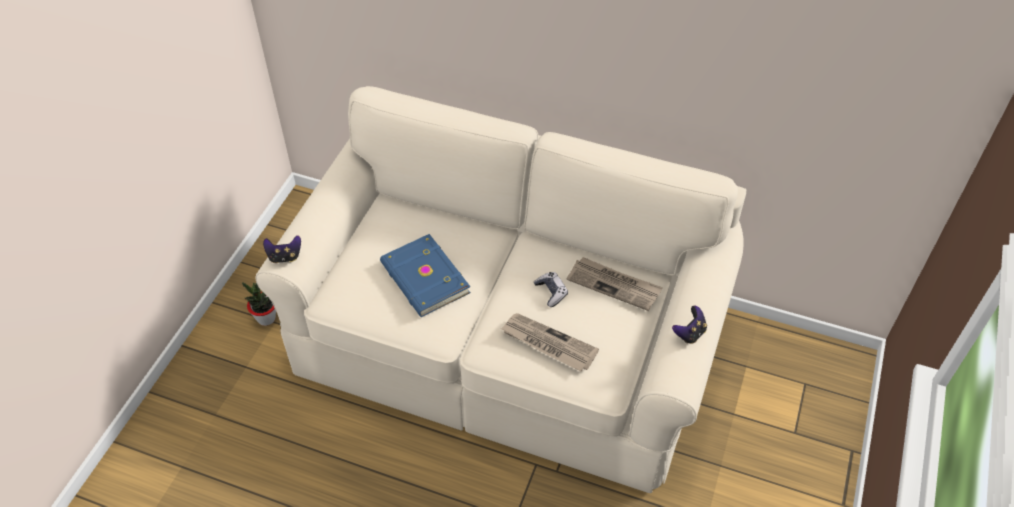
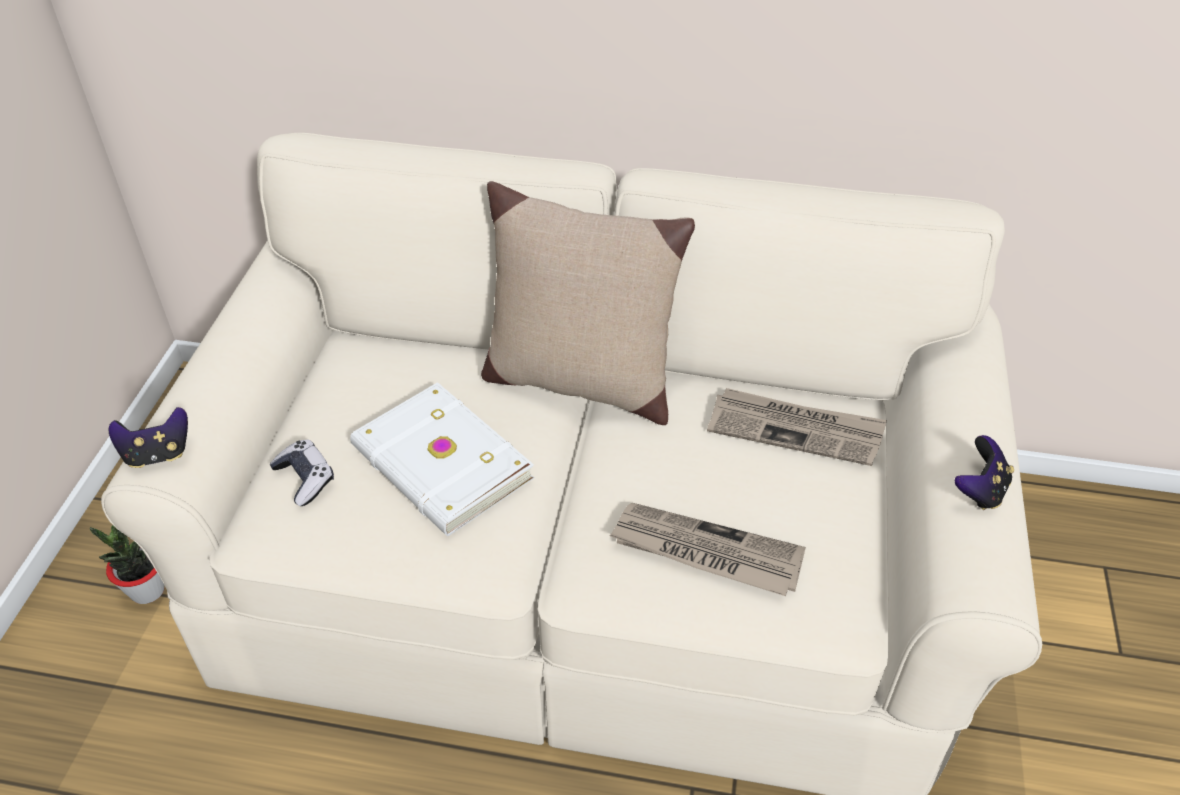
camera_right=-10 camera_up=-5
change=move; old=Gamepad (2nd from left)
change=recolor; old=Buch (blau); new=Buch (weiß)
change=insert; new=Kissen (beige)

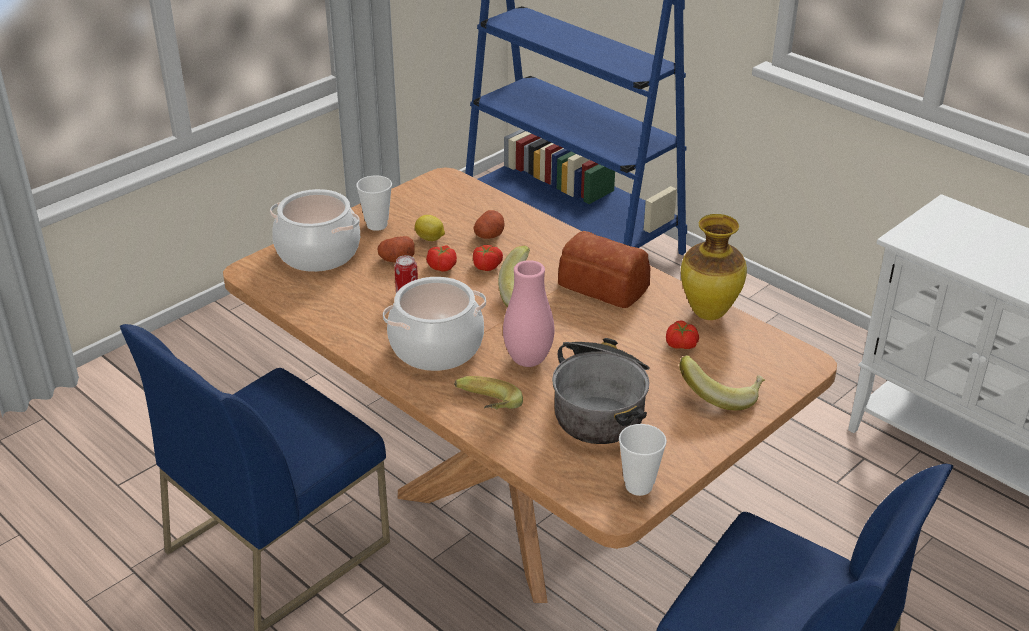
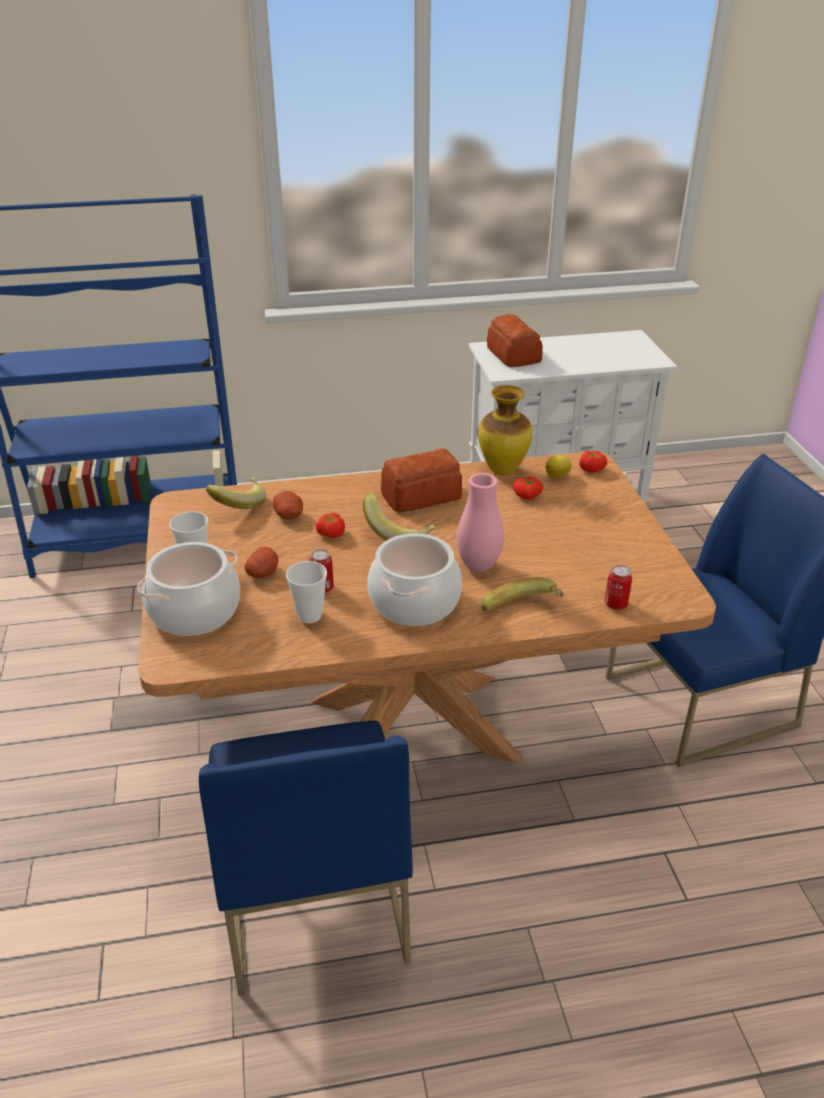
camera_right=-55 camera_up=0
change=move; old=Banane (3rd from left in the first image); new=Banane (1st from left)
change=move; old=Tasse (2nd from left)
change=insert; new=Brot (2nd from left)
change=move; old=Zitrone
change=move; old=Tomate (1st from left in the first image); new=Tomate (3rd from left)
change=insert; new=Dose (2nd from left)
change=delete; old=Kochtopf (3rd from left)

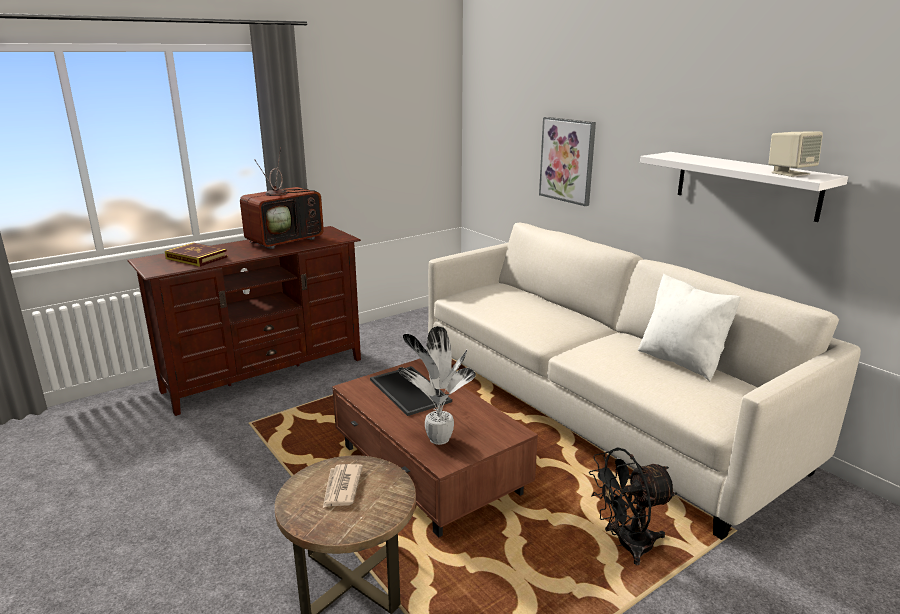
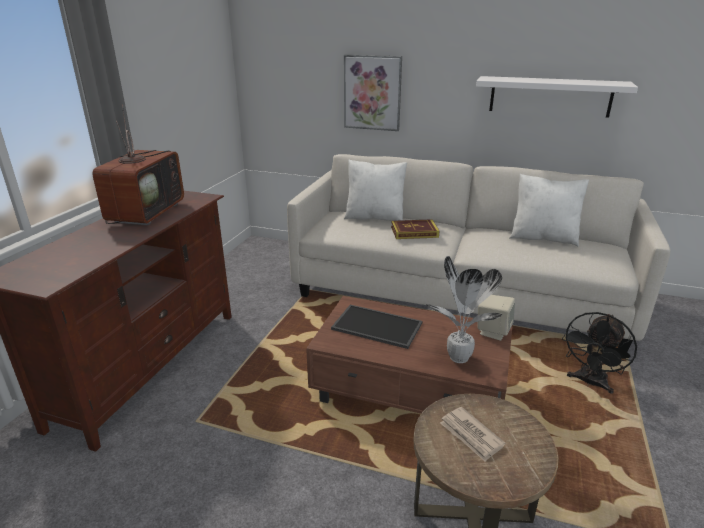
camera_right=-35 camera_up=5
change=insert; new=Kissen (weiß) (1st from left)
change=move; old=Buch
change=move; old=Lautsprecher (beige)

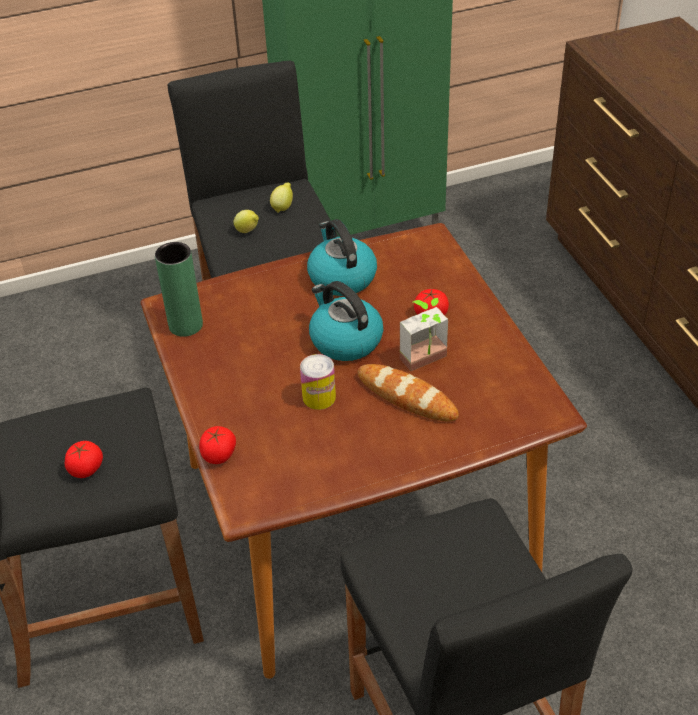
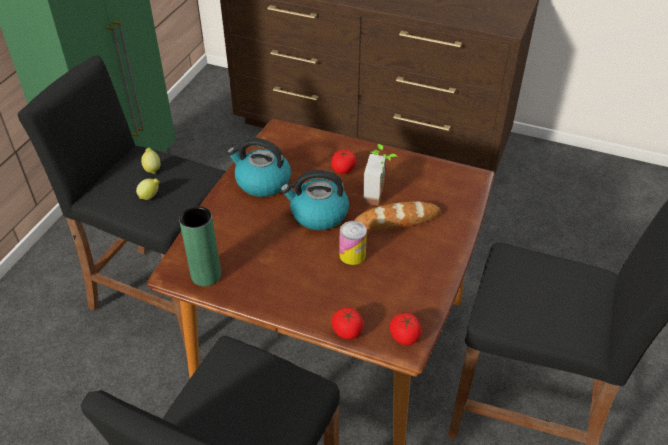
camera_right=-50 camera_up=0
change=move; old=Tomate (1st from left in the first image); new=Tomate (3rd from left)

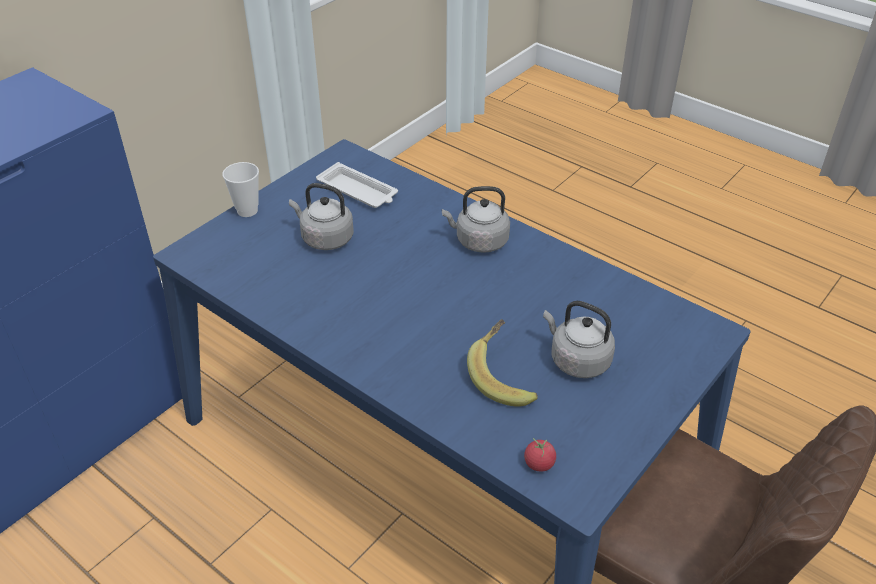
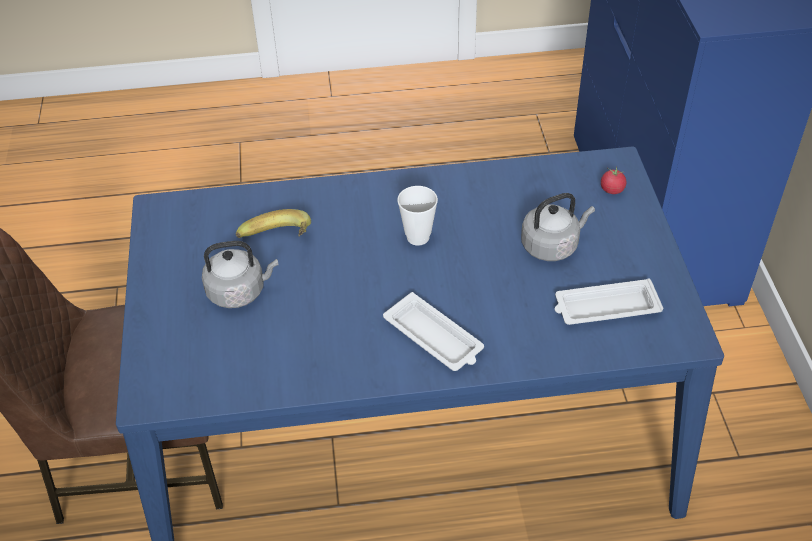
camera_right=135 camera_up=5
change=replace; old=Wasserkessel (grau) (2nd from left); new=Tablett (weiß) (1st from left)
change=move; old=Tasse
change=move; old=Tomate

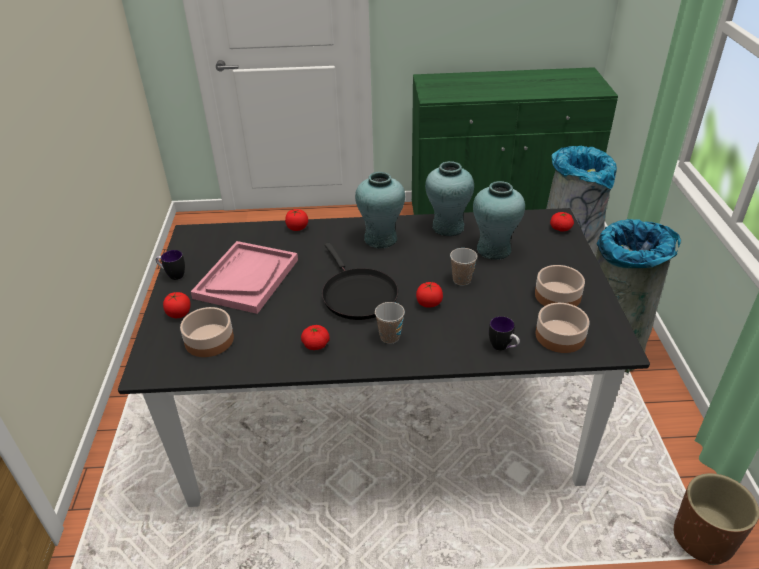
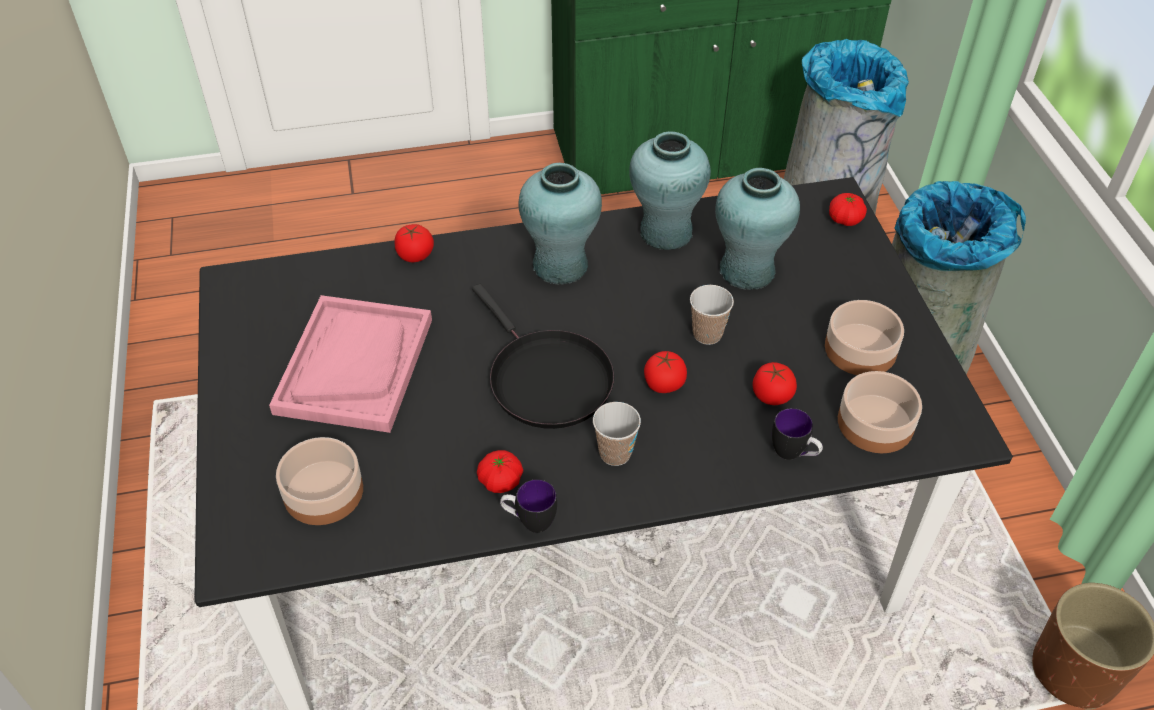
camera_right=-10 camera_up=10
change=move; old=Henkelbecher (1st from left)
change=move; old=Tomate (1st from left in the first image); new=Tomate (4th from left)

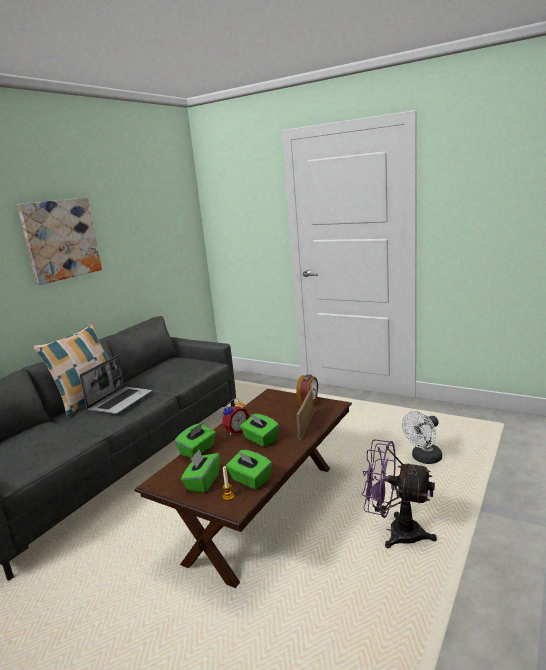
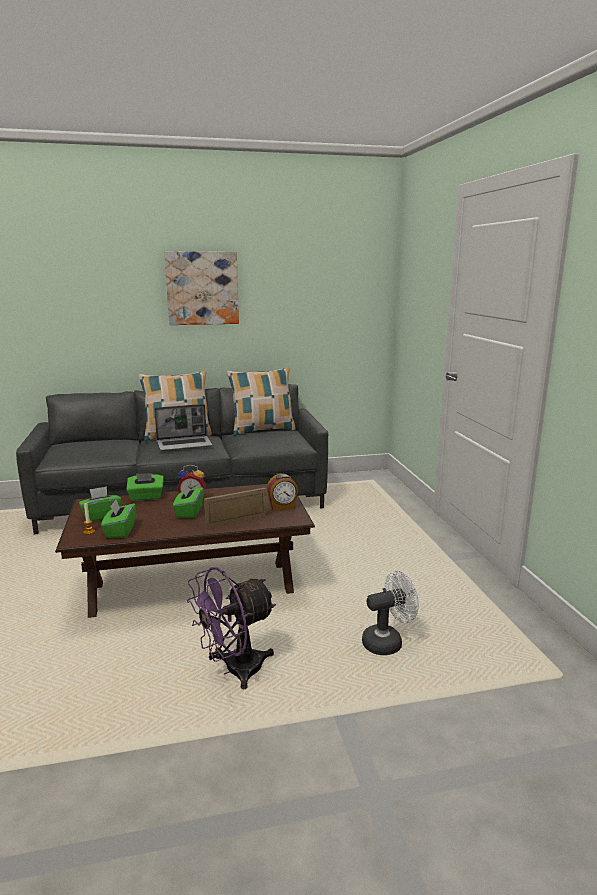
camera_right=45 camera_up=0
change=rotate; old=Ventilator (lila); degrees=-105
change=insert; new=Kissen (2nd from left)
change=rotate; old=Ventilator (weiß); degrees=150

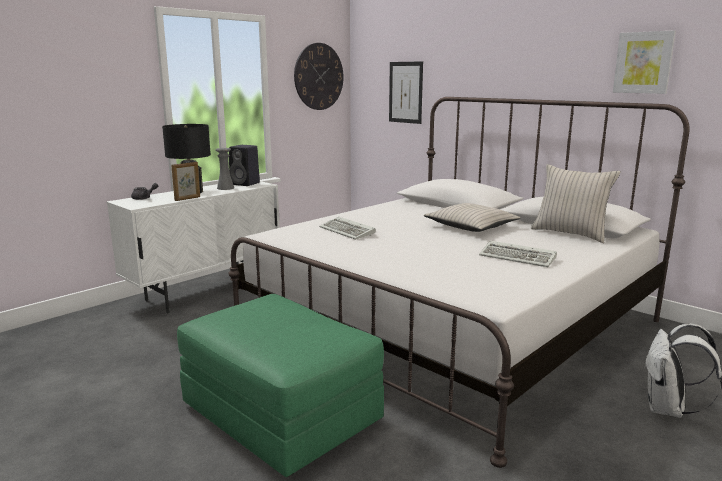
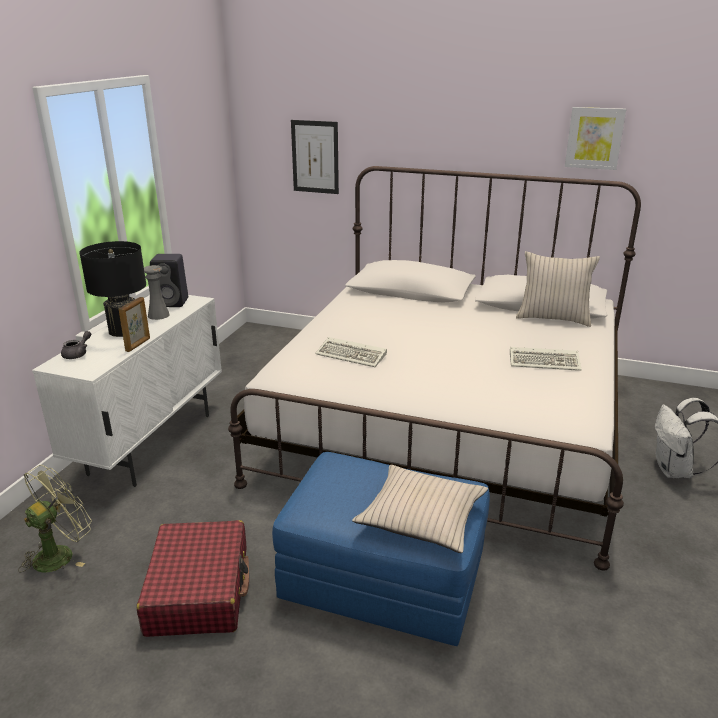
camera_right=-25 camera_up=10
change=insert; new=Ventilator (grün)
change=insert; new=Koffer (rot)
change=recolor; old=Polsterhocker (grün); new=Polsterhocker (blau)
change=move; old=Kissen (beige) (1st from left)
change=delete; old=Wanduhr

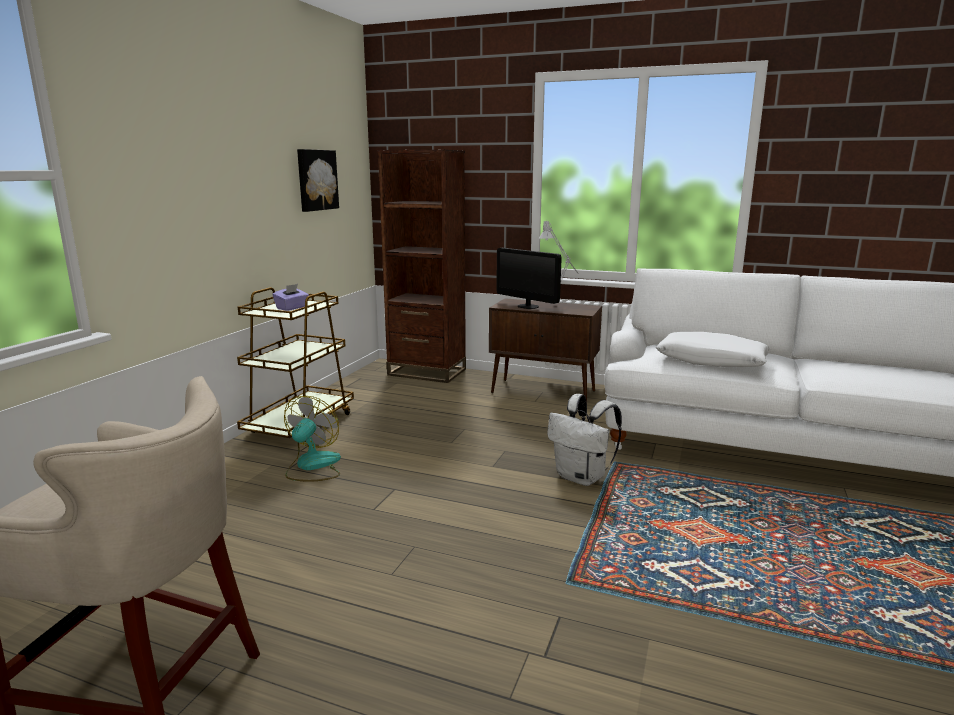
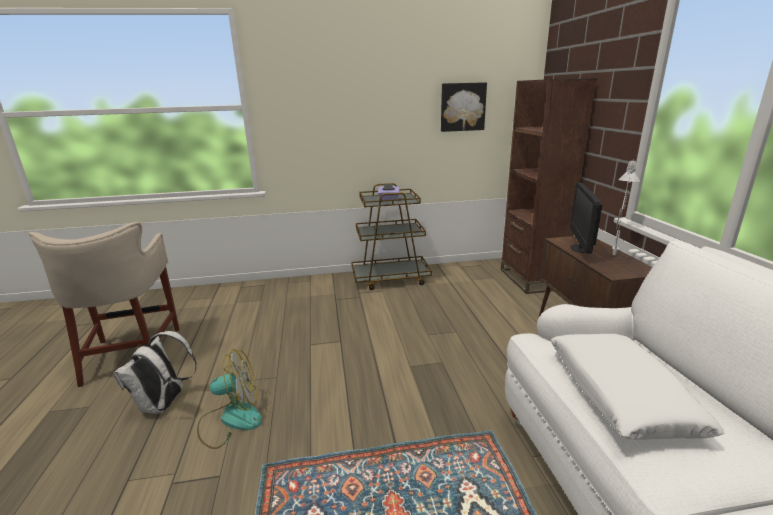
camera_right=60 camera_up=5
change=move; old=Rucksack (weiß)
change=move; old=Ventilator

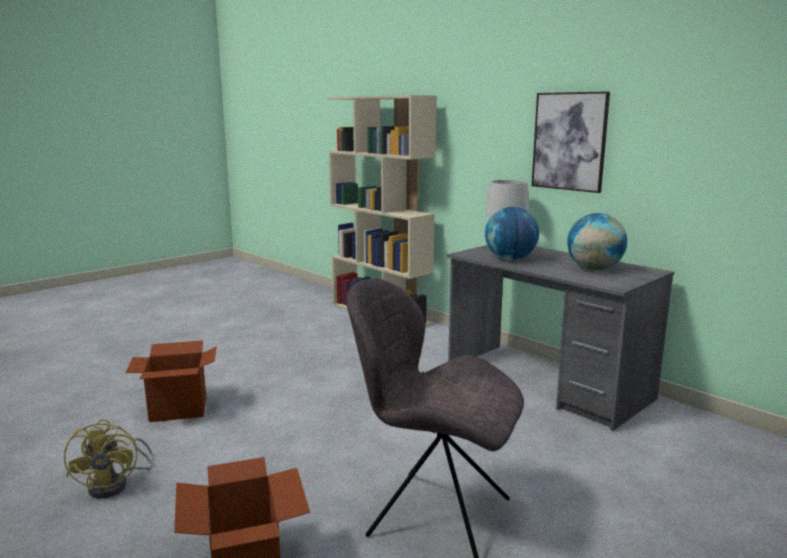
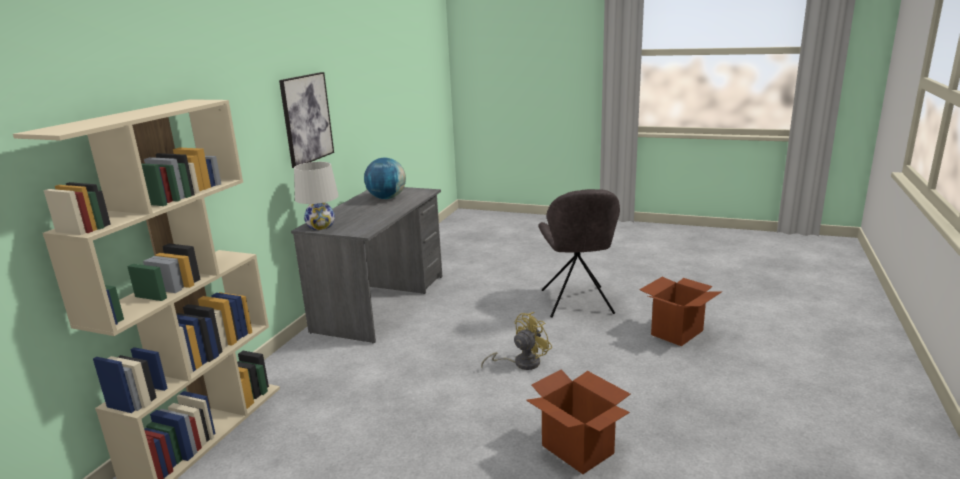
camera_right=-115 camera_up=5
change=move; old=Ventilator (gelb)
change=delete; old=Globus (1st from left)

